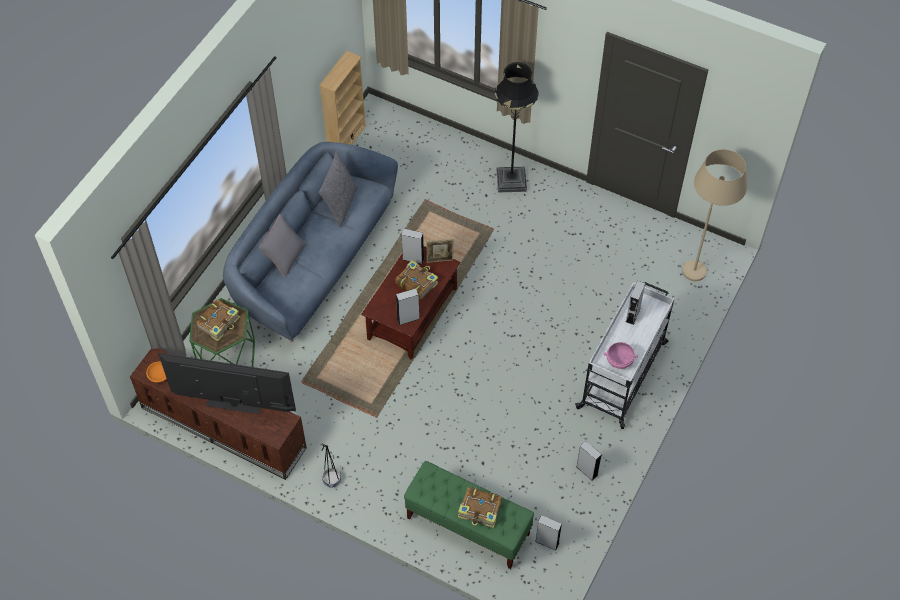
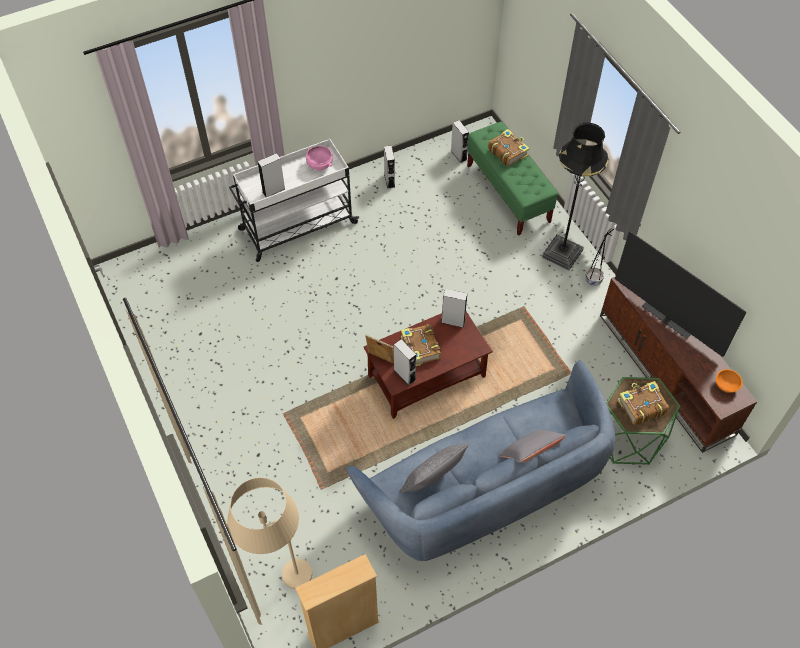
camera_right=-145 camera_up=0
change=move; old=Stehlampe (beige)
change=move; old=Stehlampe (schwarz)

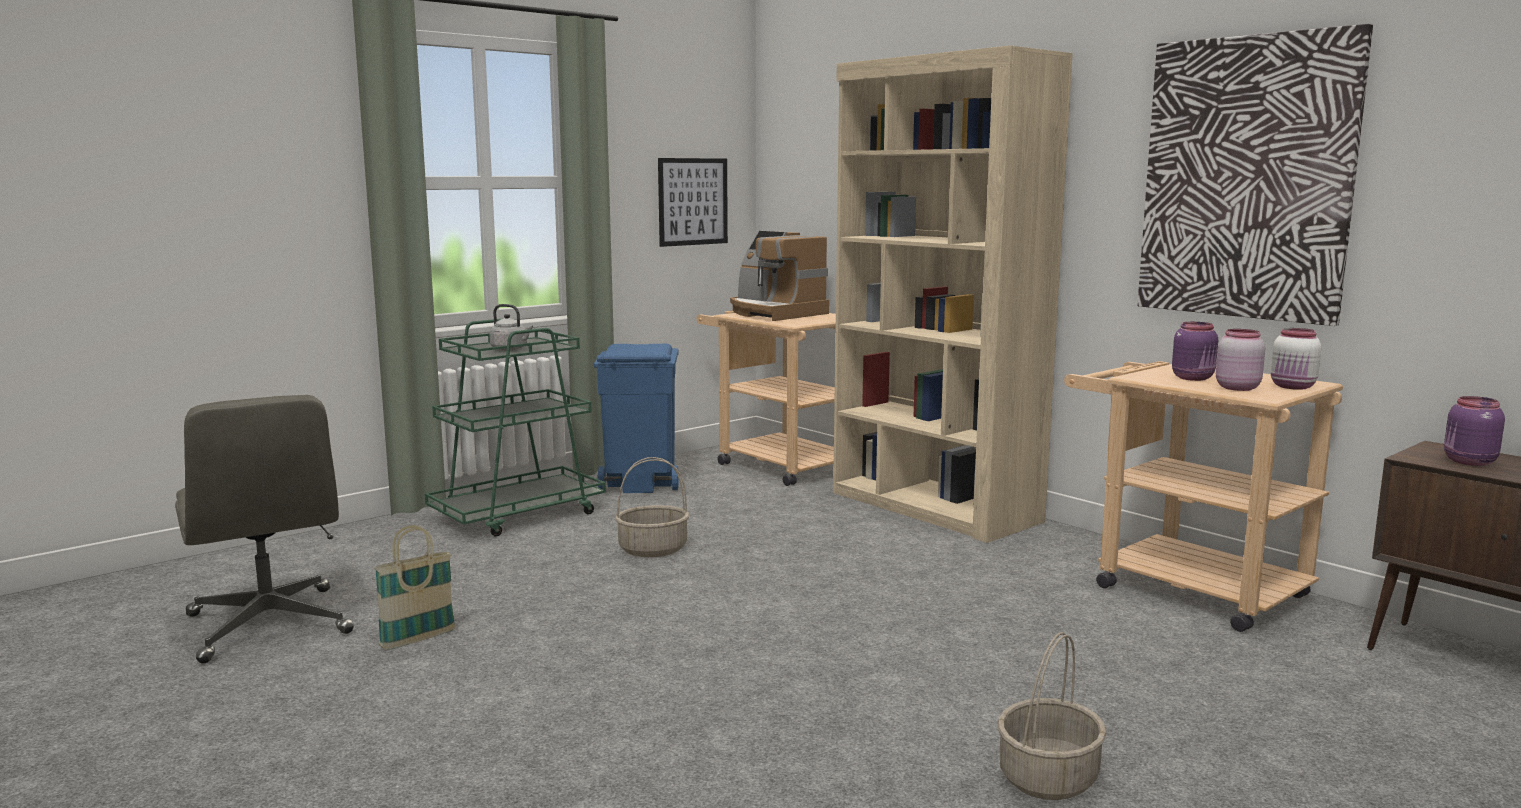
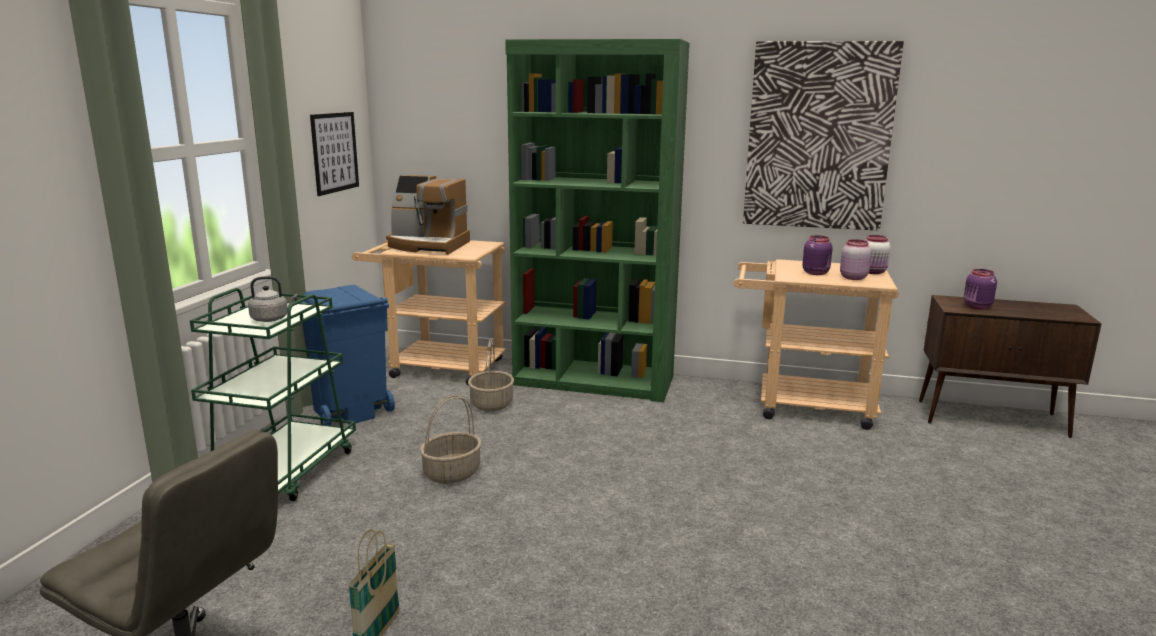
camera_right=-35 camera_up=5
change=move; old=Korb (3rd from left)
change=recolor; old=Bücherregal (beige); new=Bücherregal (grün)

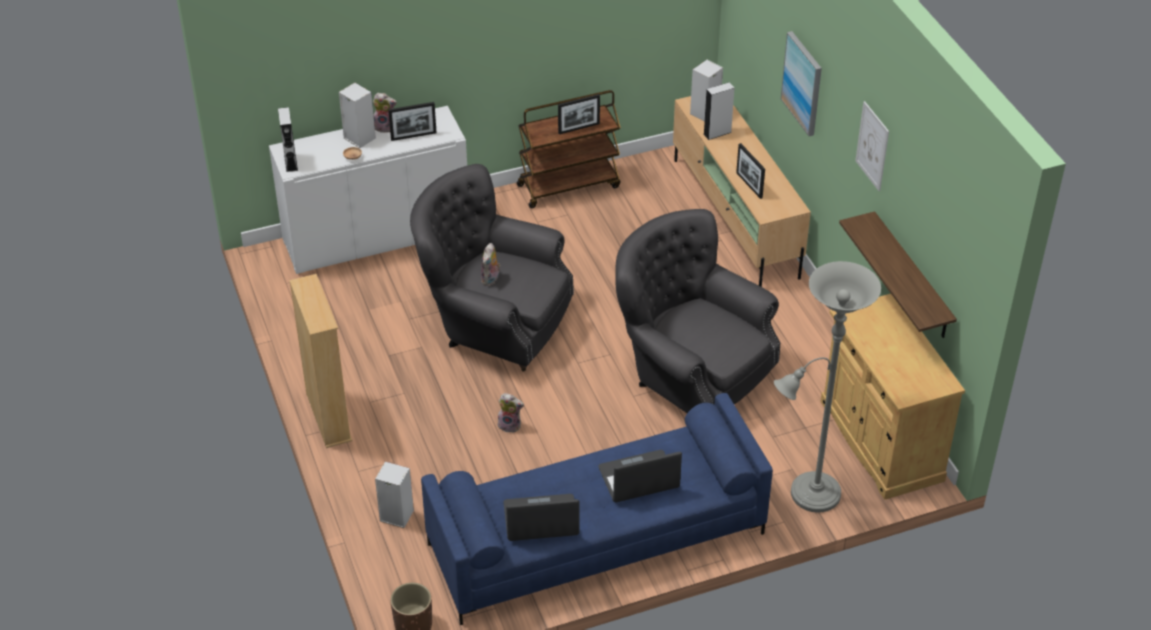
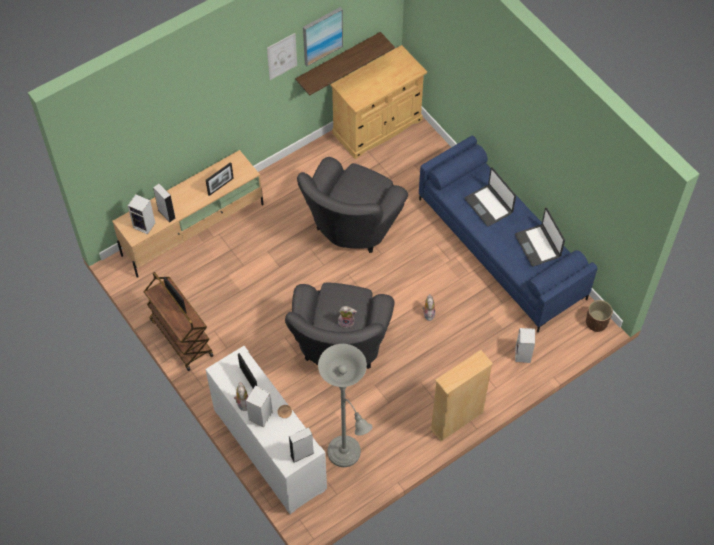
camera_right=-105 camera_up=15
change=move; old=Bild (1st from left in the first image); new=Bild (2nd from left)
change=move; old=Stehlampe (grau)

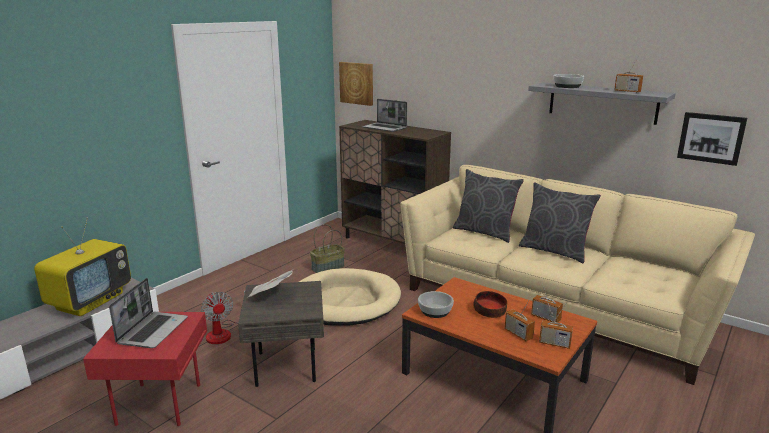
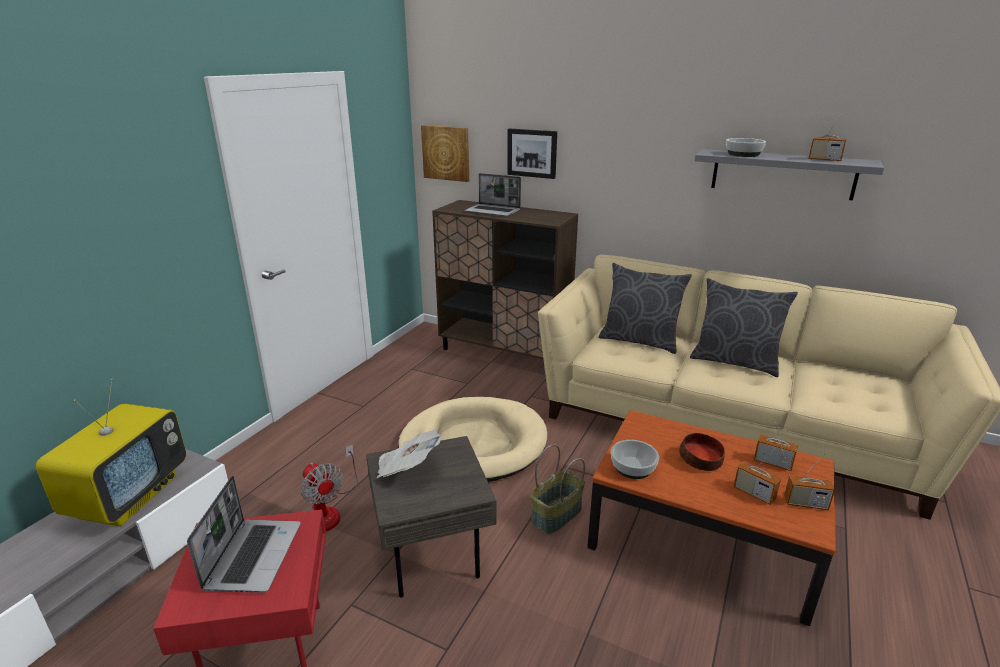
camera_right=-10 camera_up=5
change=move; old=Bild (2nd from left)
change=move; old=Korb

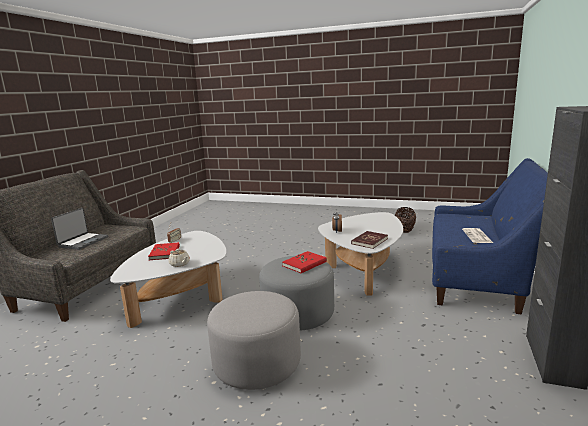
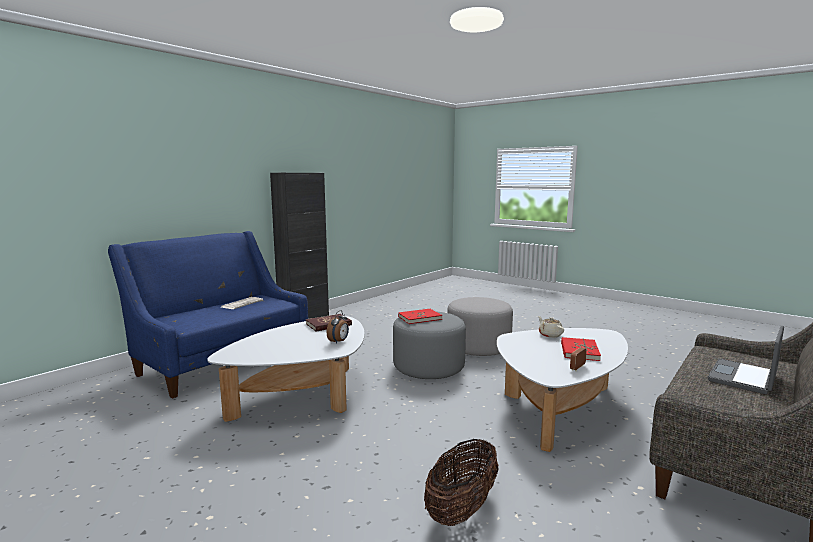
camera_right=-160 camera_up=-5
change=move; old=Korb

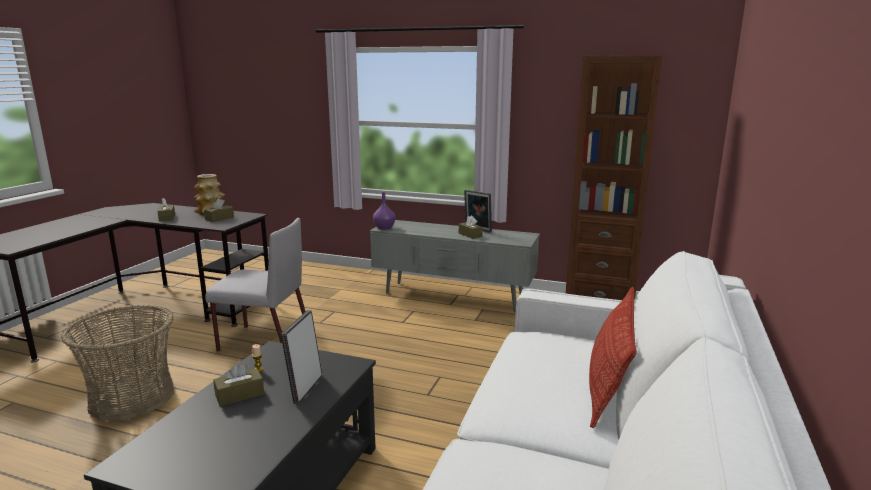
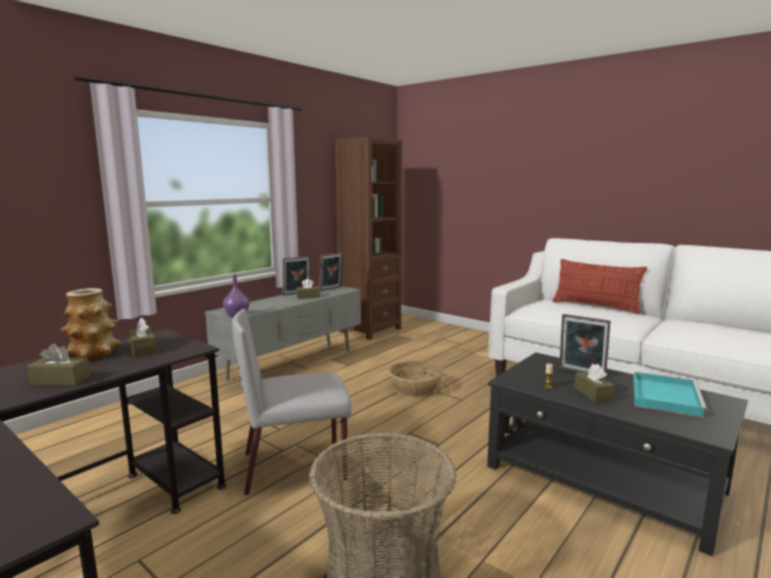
camera_right=-70 camera_up=-5
change=rotate; old=Stuhl (grau); degrees=-135
change=insert; new=Bilderrahmen (2nd from left)
change=insert; new=Korb (2nd from left)
change=insert; new=Tablett (türkis)

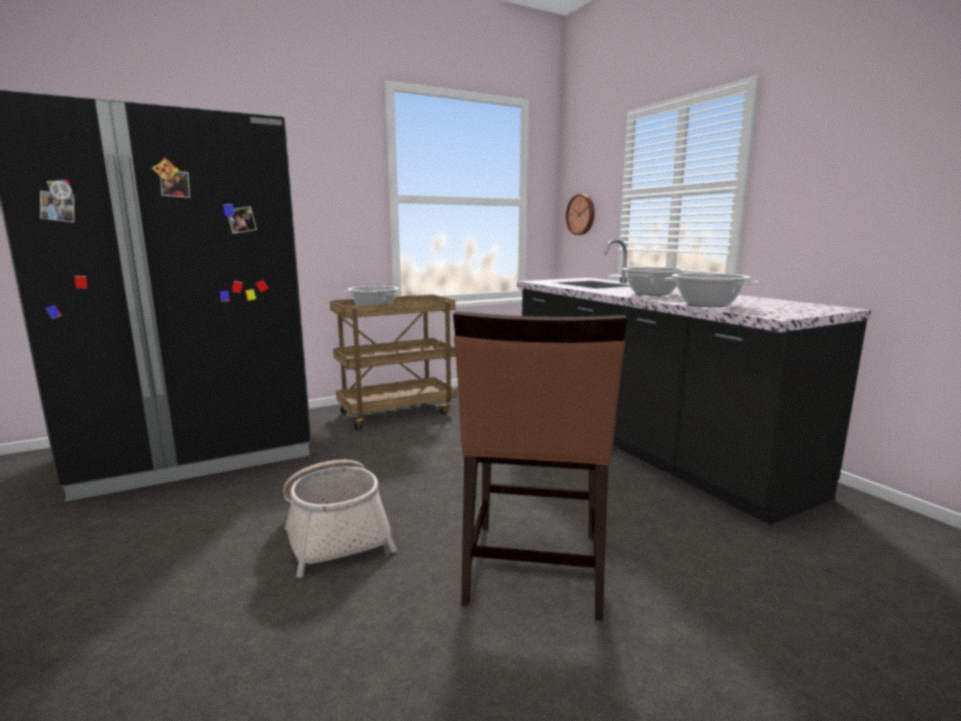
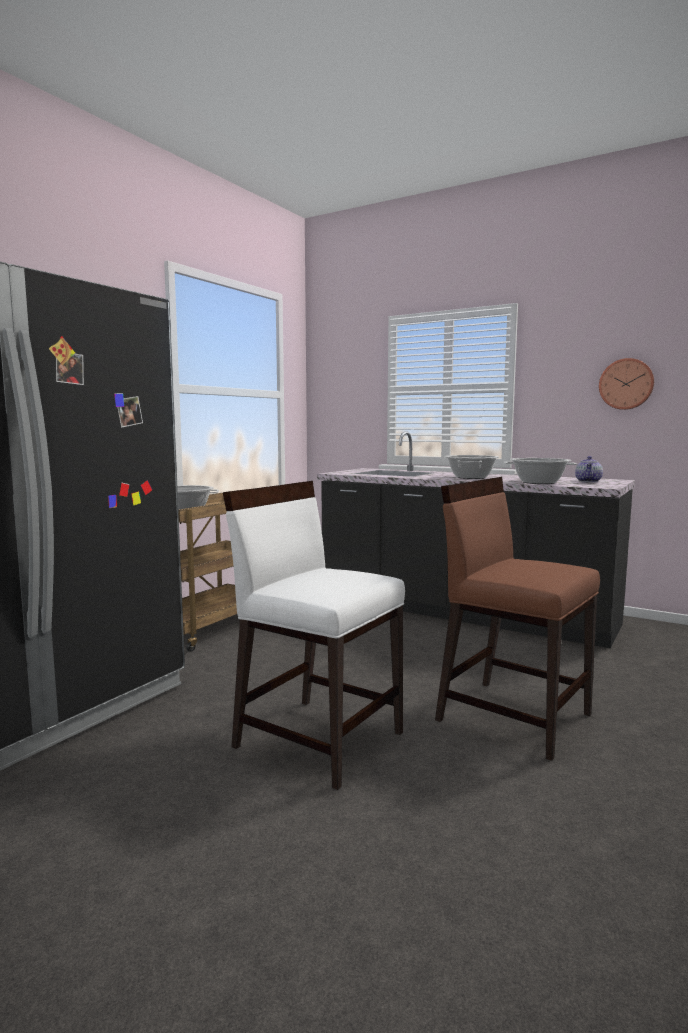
camera_right=-30 camera_up=-5
change=replace; old=Korb; new=Stuhl (weiß)
change=rotate; old=Stuhl (braun); degrees=150
change=insert; new=Teekanne
change=move; old=Wanduhr

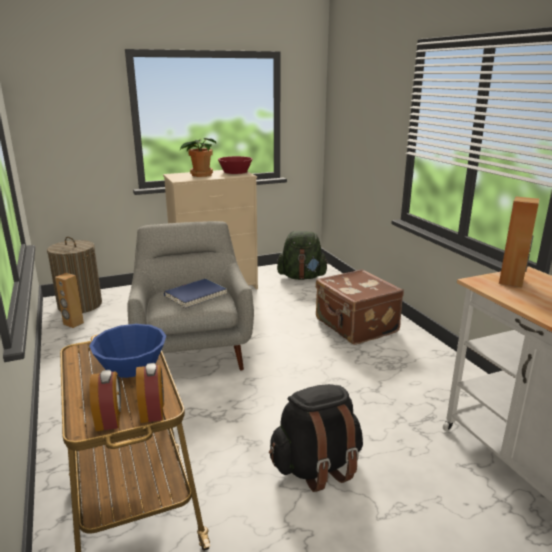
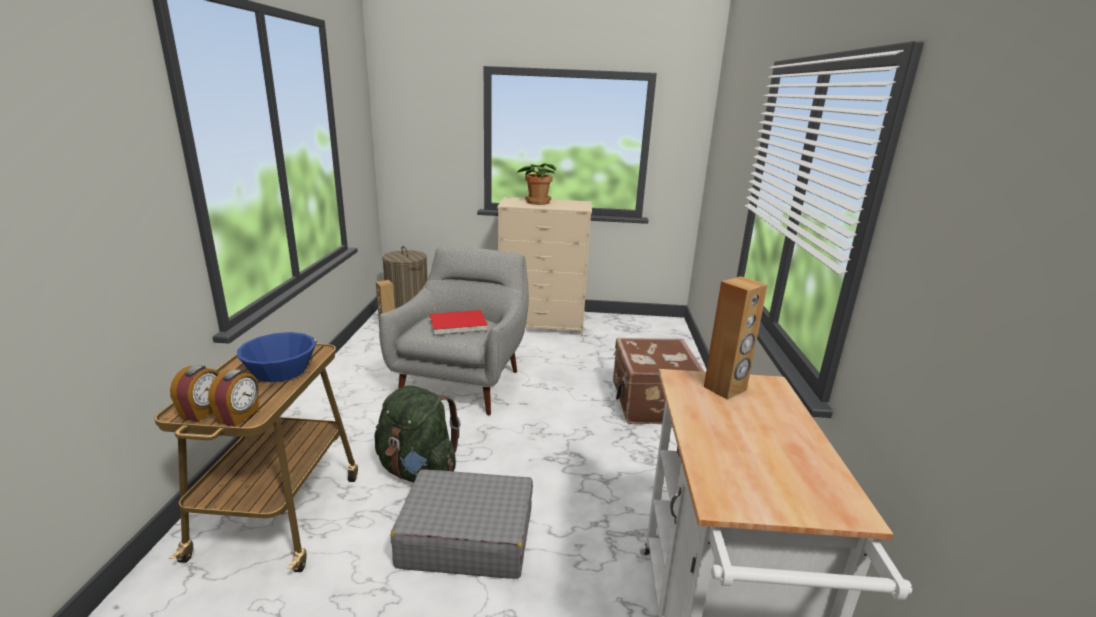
camera_right=25 camera_up=0
change=move; old=Rucksack (grün)
change=replace; old=Rucksack (schwarz); new=Koffer (grau)
change=recolor; old=Buch (blau); new=Buch (rot)
change=delete; old=Schüssel (rot)

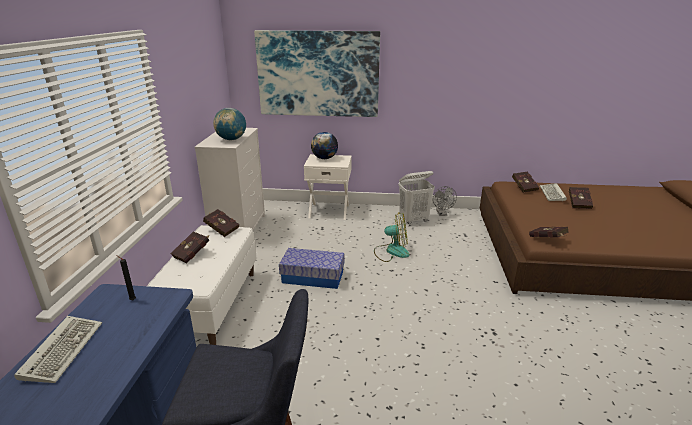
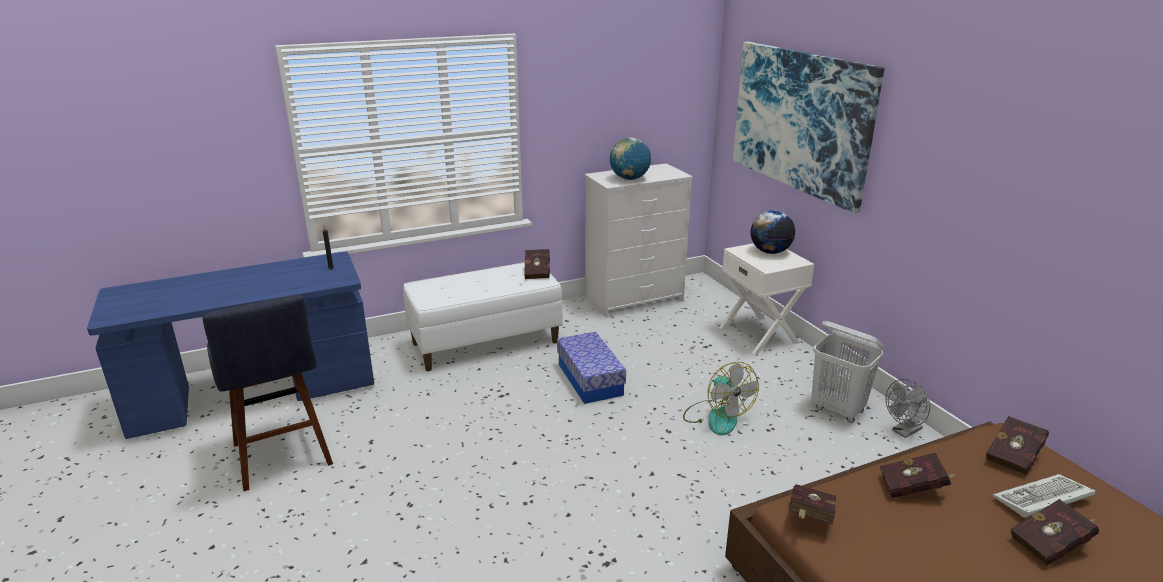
camera_right=60 camera_up=0
change=move; old=Buch (rot) (1st from left in the first image); new=Buch (rot) (3rd from left)
change=delete; old=Tastatur (1st from left)

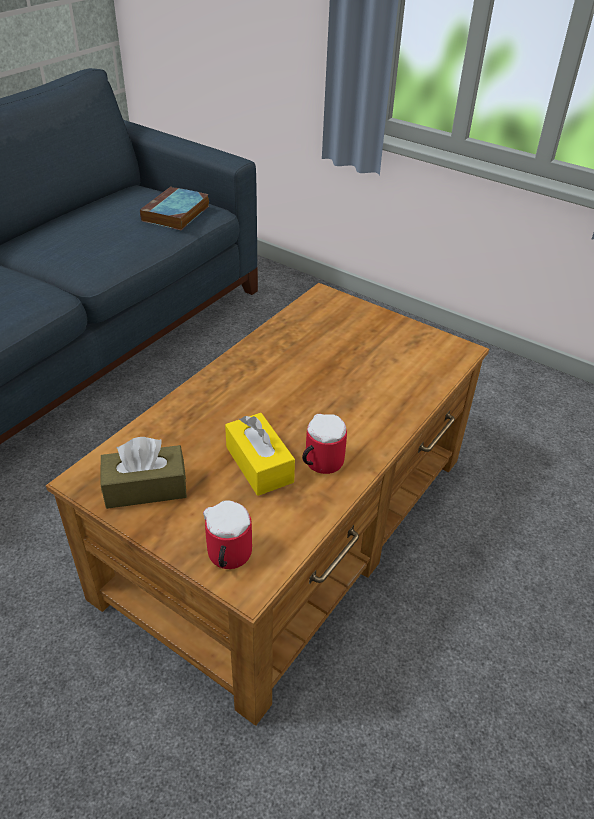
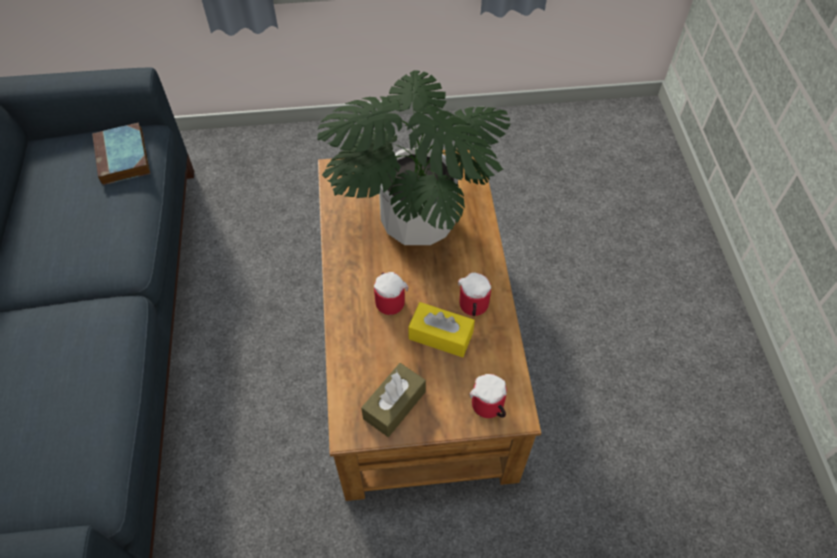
camera_right=-40 camera_up=15
change=insert; new=Topfpflanze
change=insert; new=Henkelbecher (1st from left)

